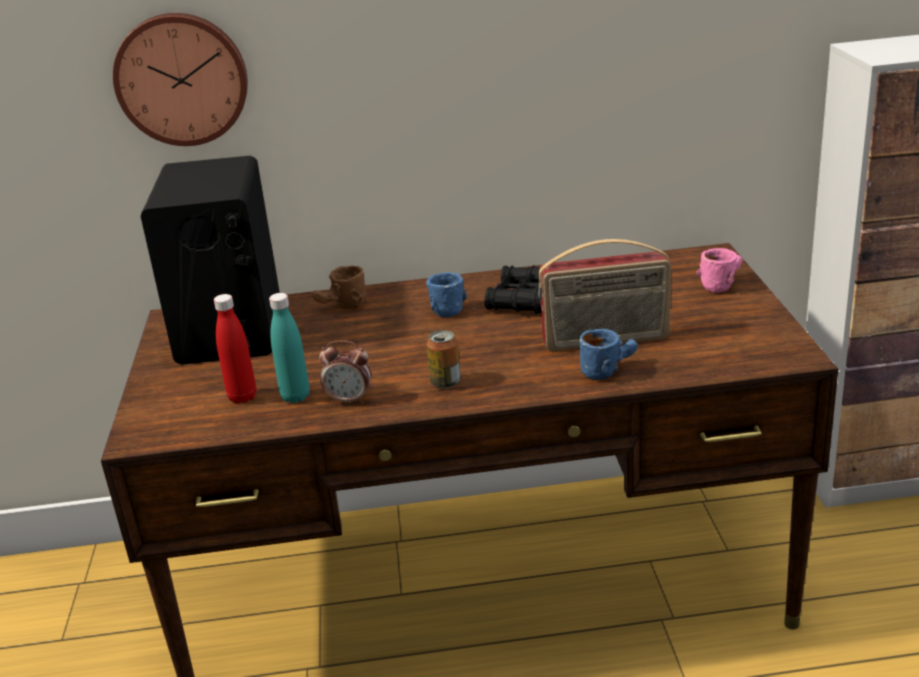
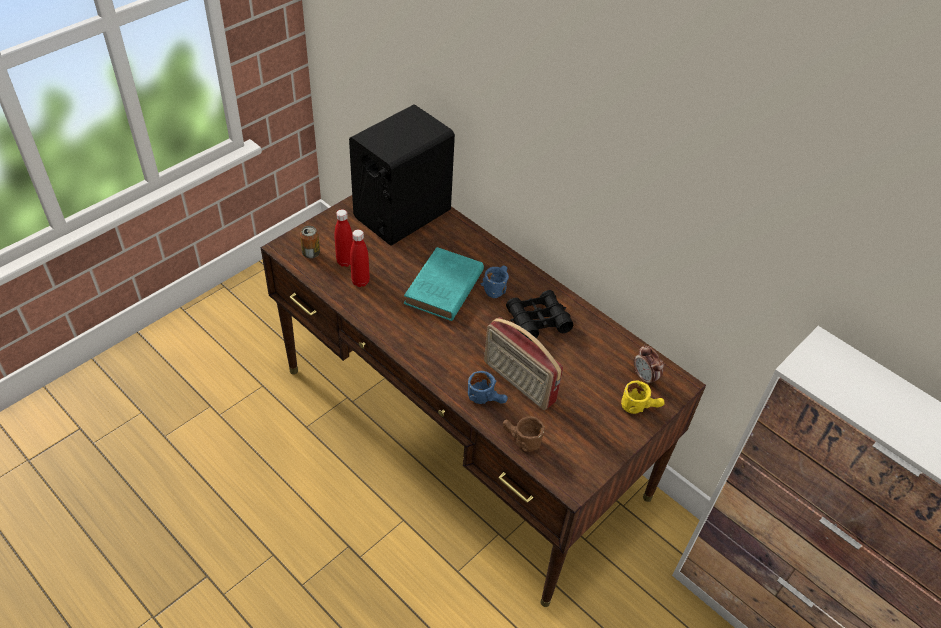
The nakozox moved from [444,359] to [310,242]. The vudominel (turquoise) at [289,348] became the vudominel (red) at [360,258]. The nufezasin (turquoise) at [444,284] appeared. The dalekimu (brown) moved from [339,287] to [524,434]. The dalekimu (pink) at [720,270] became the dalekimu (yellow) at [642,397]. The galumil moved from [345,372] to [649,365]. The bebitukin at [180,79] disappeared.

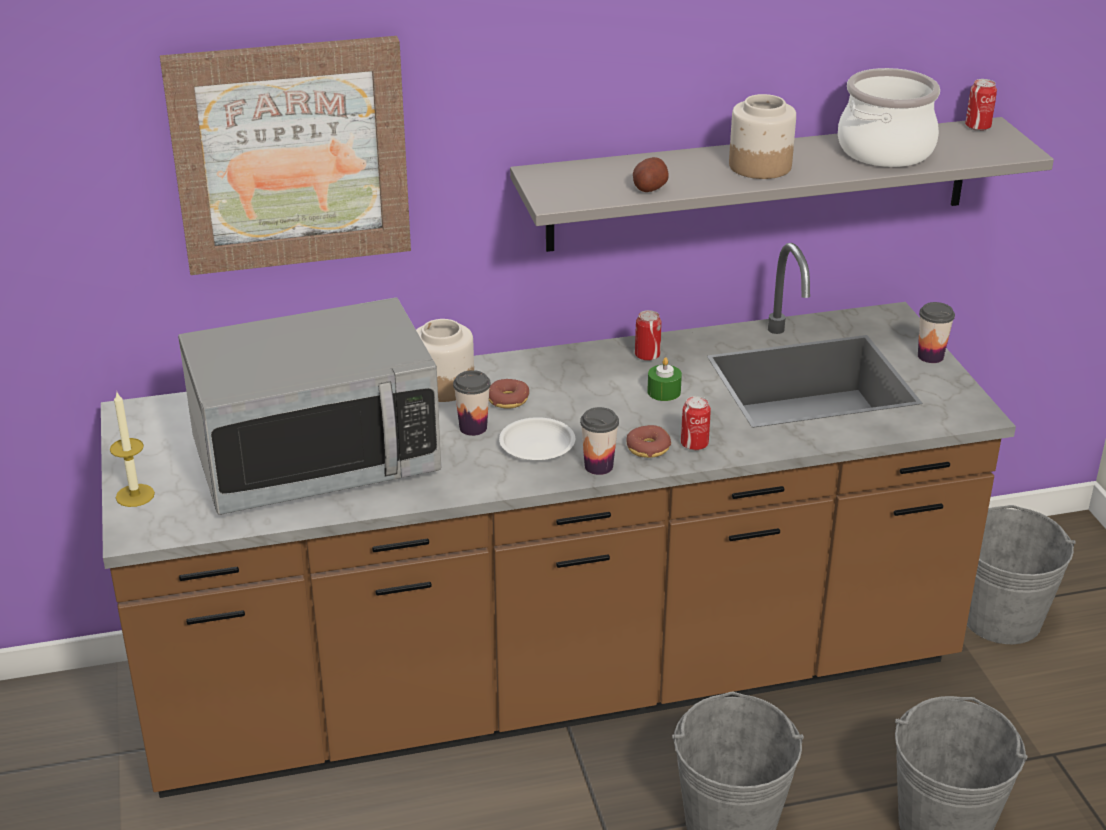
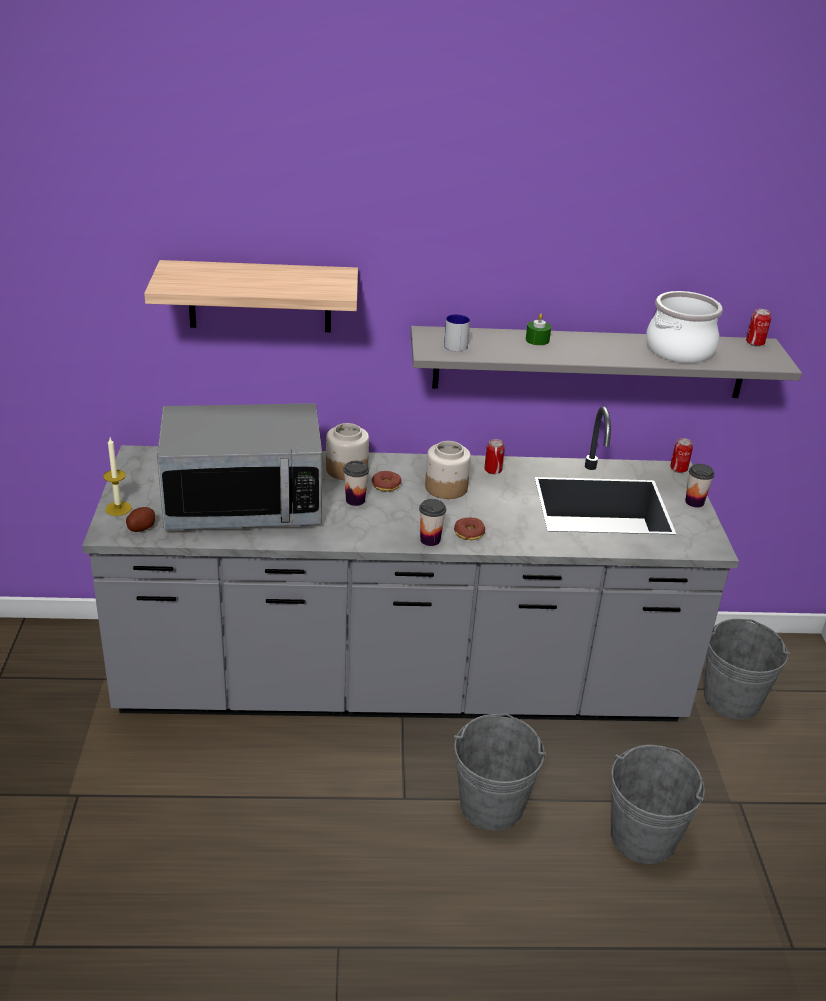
The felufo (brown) at [558,520] became the felufo (grey) at [410,564]. The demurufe moved from [651,174] to [140,519]. The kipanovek at [285,155] was replaced by the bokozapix at [251,296]. The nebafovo moved from [762,136] to [448,470]. The dalekimu at [457,332] appeared. The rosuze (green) moved from [664,379] to [538,329]. The nakozox moved from [696,423] to [681,455]. The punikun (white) at [537,438] disappeared.

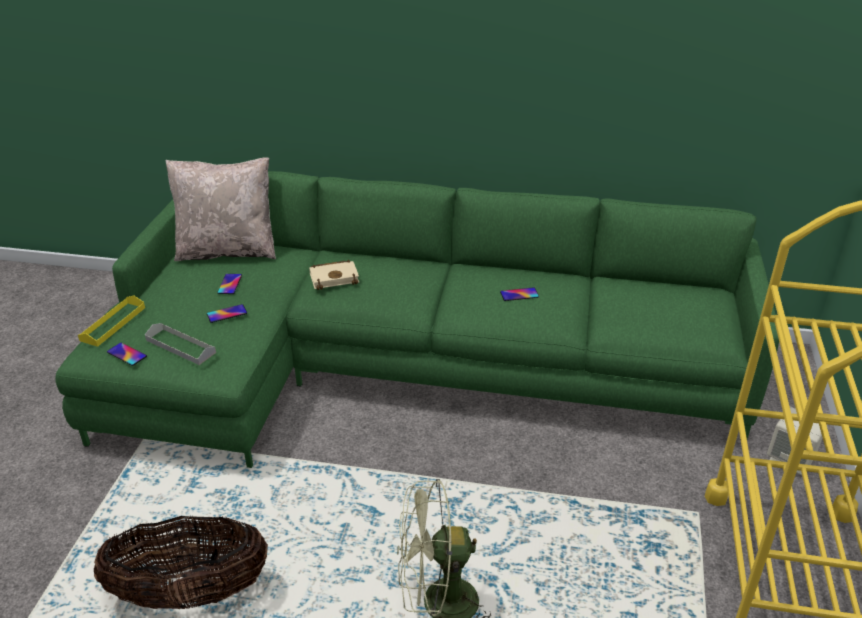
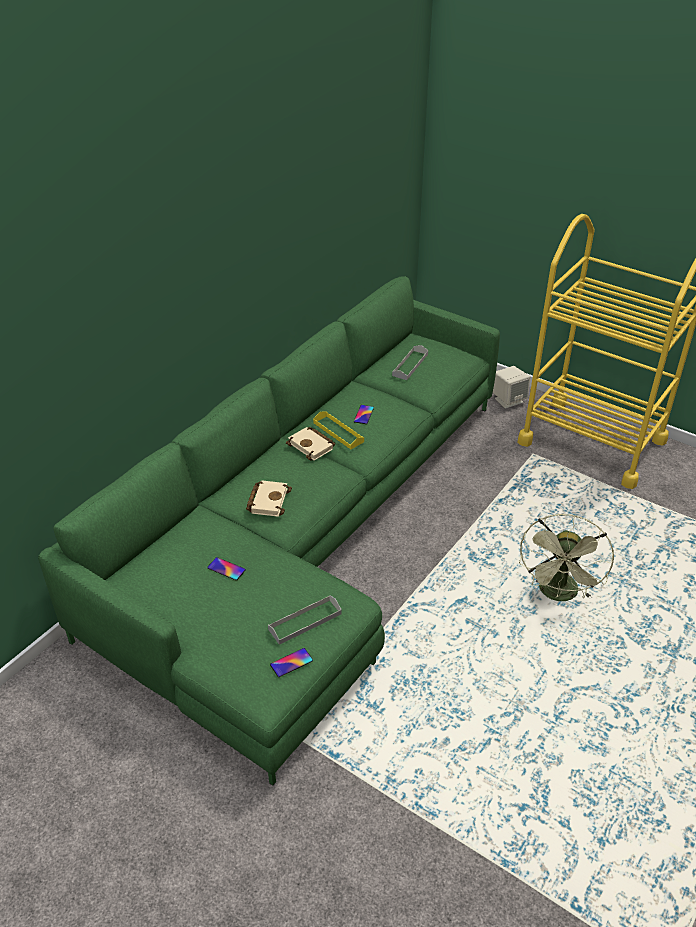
The nufezasin (beige) at [310,444] appeared. The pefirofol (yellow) moved from [111,321] to [338,430]. The pefirofol (grey) at [410,362] appeared. The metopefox at [181,562] disappeared. The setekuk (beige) at [220,209] disappeared. The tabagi at [227,313] disappeared.

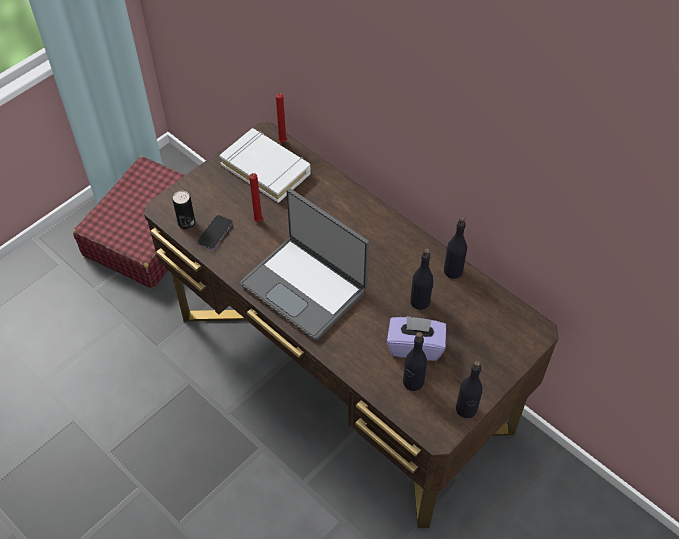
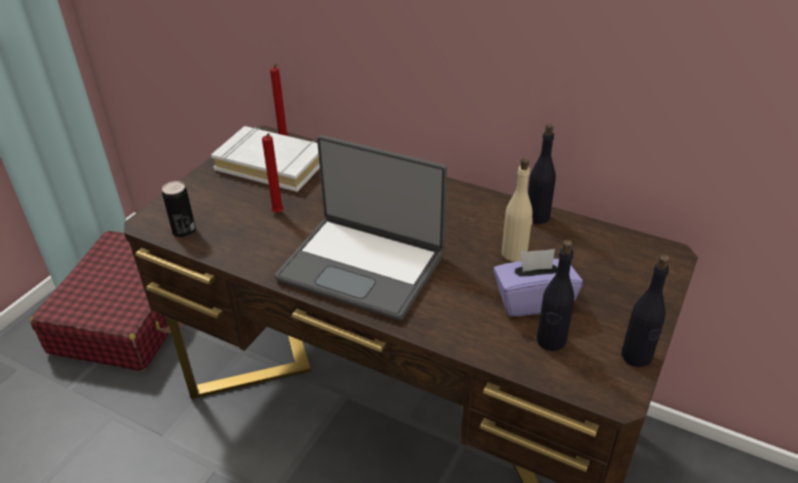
The vudominel (black) at [422,279] became the vudominel (beige) at [517,210]. The tabagi at [215,232] disappeared.

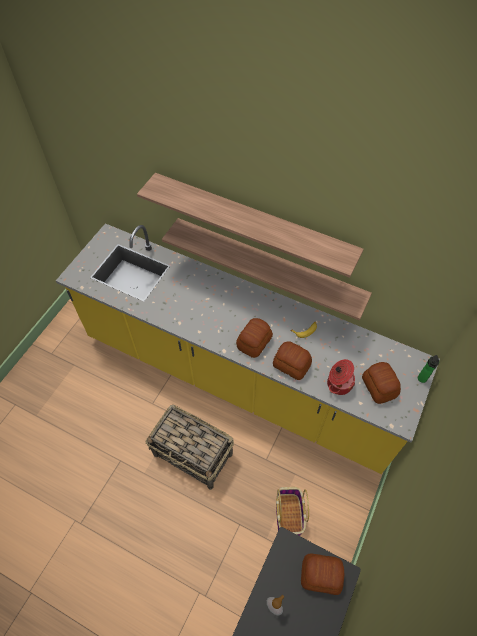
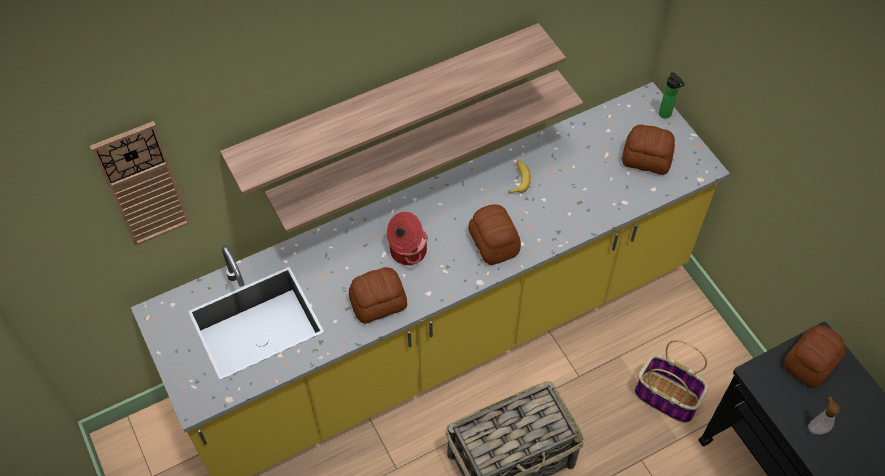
The bebitukin at [140,183] appeared. The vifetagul moved from [292,360] to [378,295]. The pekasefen moved from [341,377] to [407,238].

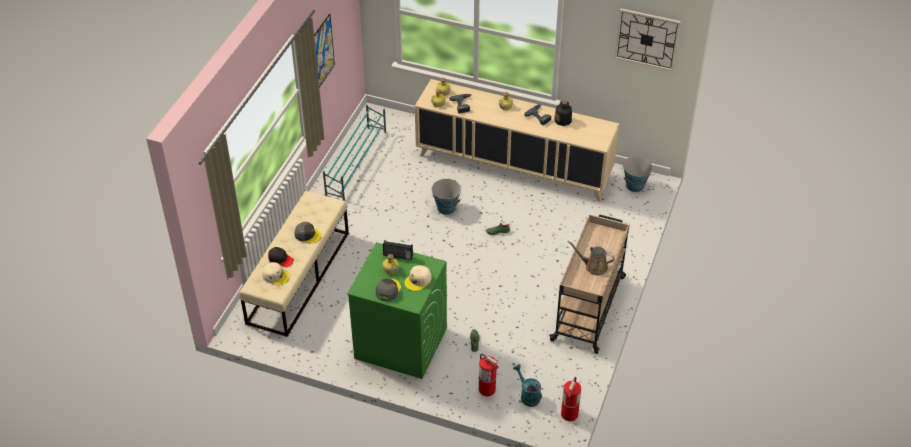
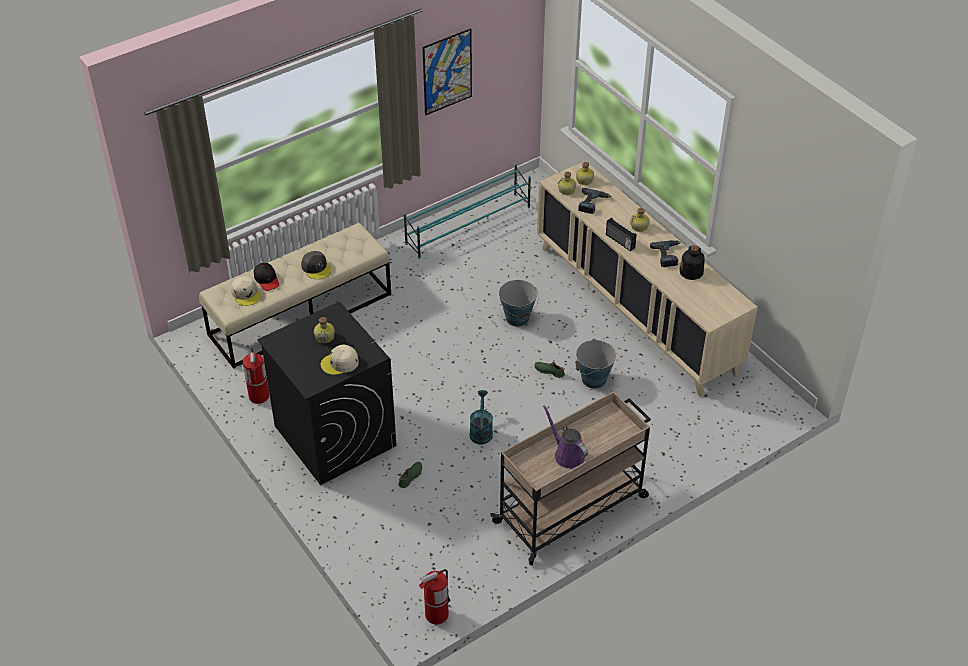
The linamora moved from [488,375] to [256,376]. The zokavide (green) at [397,310] became the zokavide (black) at [327,393]. The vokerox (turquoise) moved from [527,385] to [481,417]. The vokerox (brown) at [591,258] became the vokerox (purple) at [565,437]. The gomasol moved from [637,174] to [595,364]. The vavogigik moved from [398,250] to [621,235]. The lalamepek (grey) at [388,290] disappeared. The bebitukin at [647,40] disappeared.

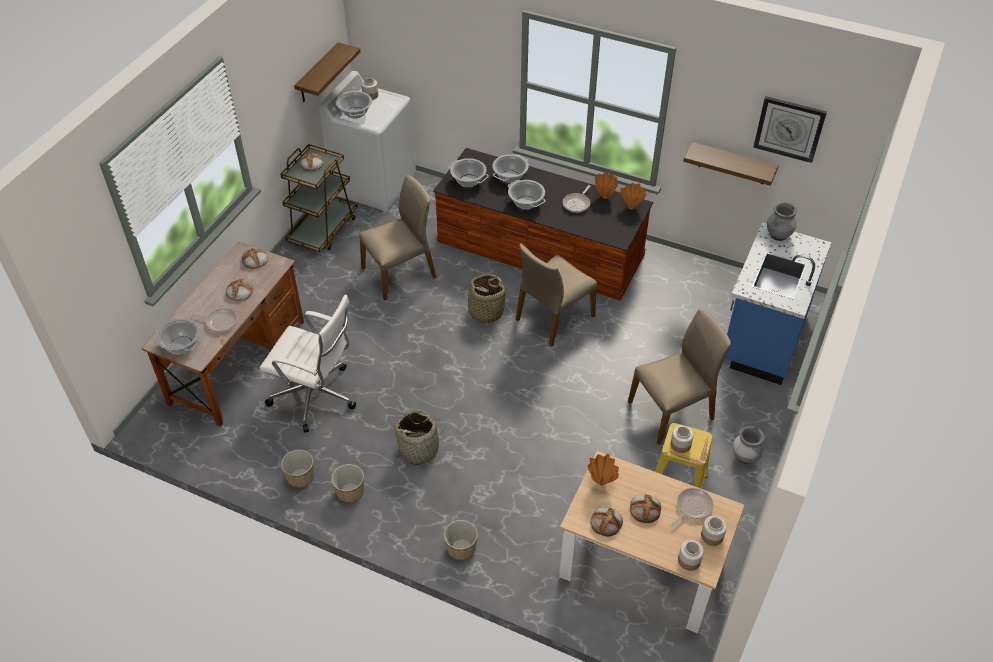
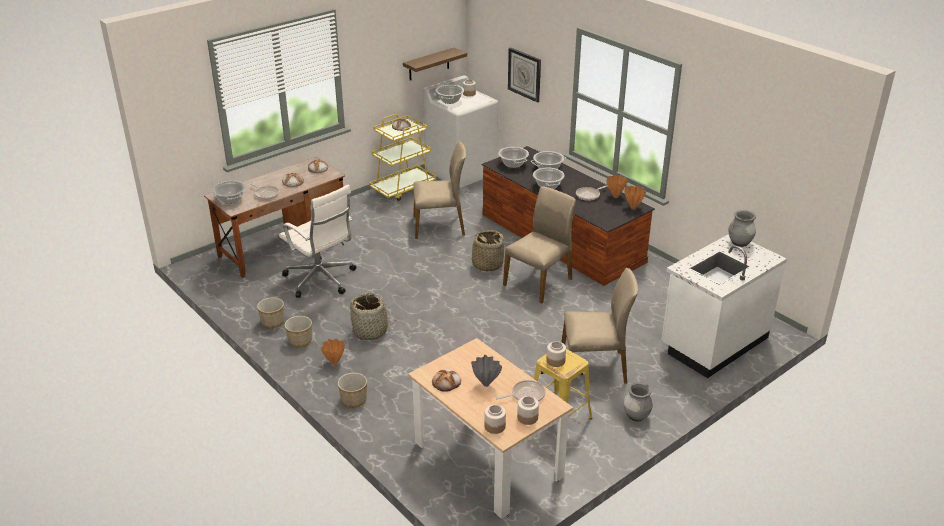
The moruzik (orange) moved from [603,470] to [333,352]. The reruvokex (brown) at [318,198] became the reruvokex (yellow) at [402,157]. The vifetagul at [645,508] was replaced by the moruzik (grey) at [486,371]. The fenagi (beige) at [556,295] turned 150 degrees clockwise. The bebitukin moved from [790,129] to [524,75]. The felufo (blue) at [778,304] became the felufo (white) at [724,306]. The bokozapix at [731,164] disappeared.

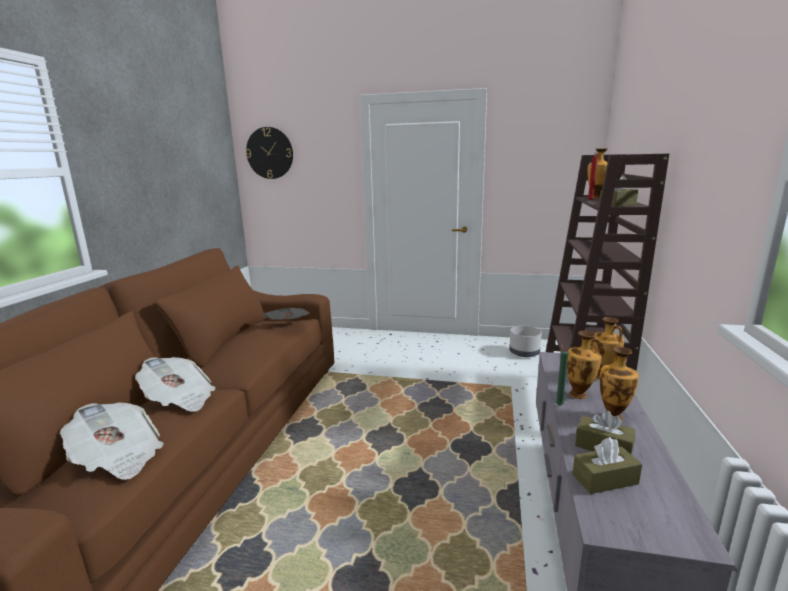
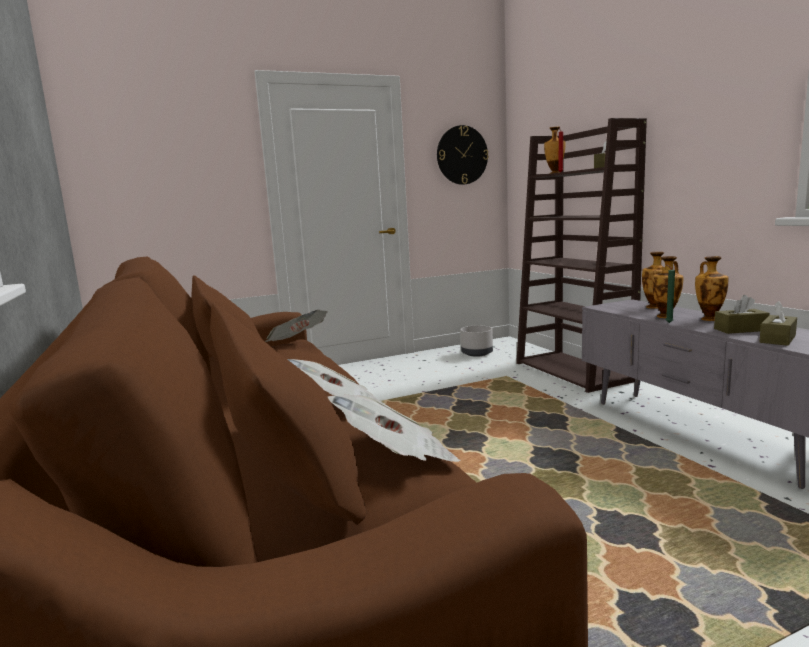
The bebitukin moved from [269,153] to [463,155].

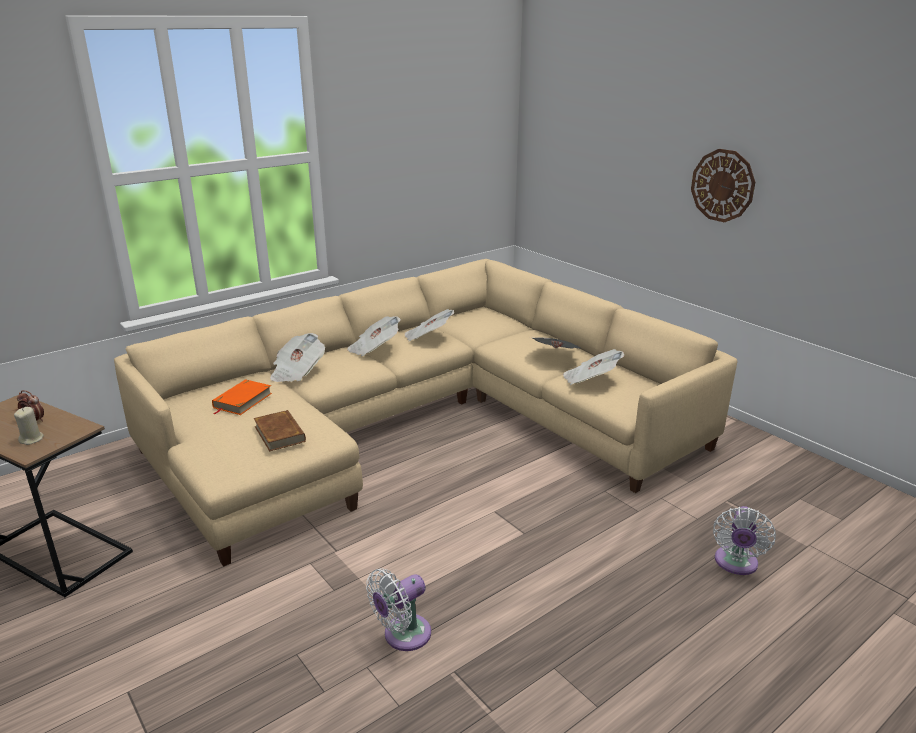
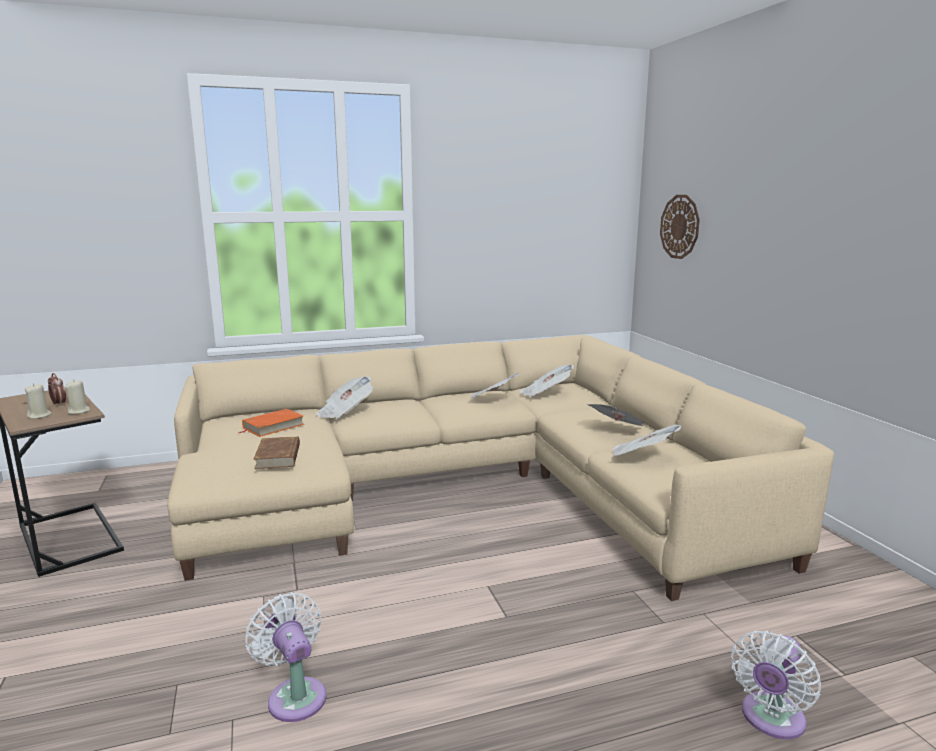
The rosuze (beige) at [78,397] appeared. The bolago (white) at [398,609] turned 75 degrees clockwise. The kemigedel moved from [374,336] to [547,381]. The bebitukin moved from [723,185] to [680,227].

